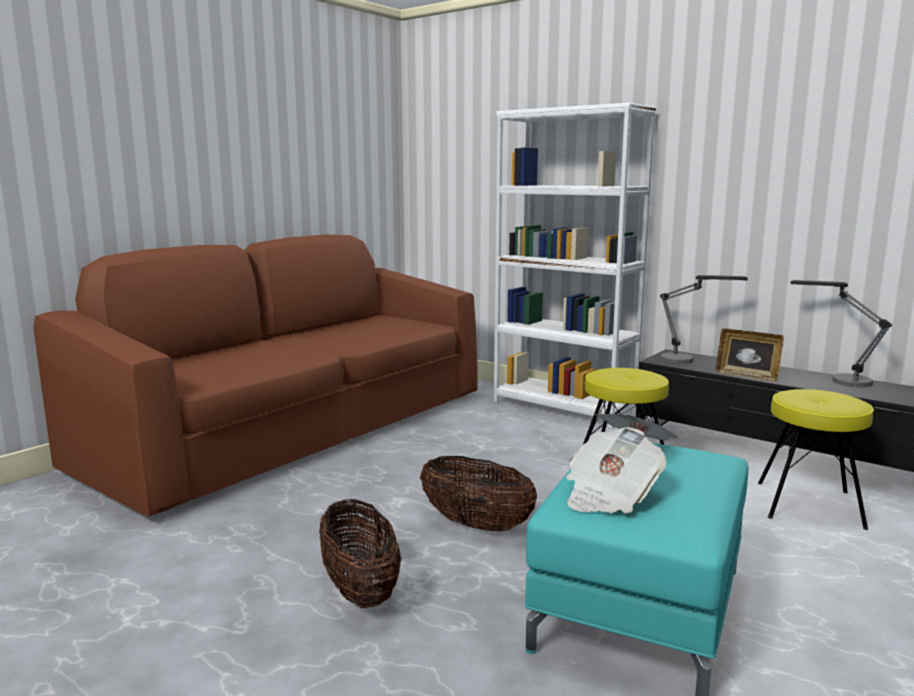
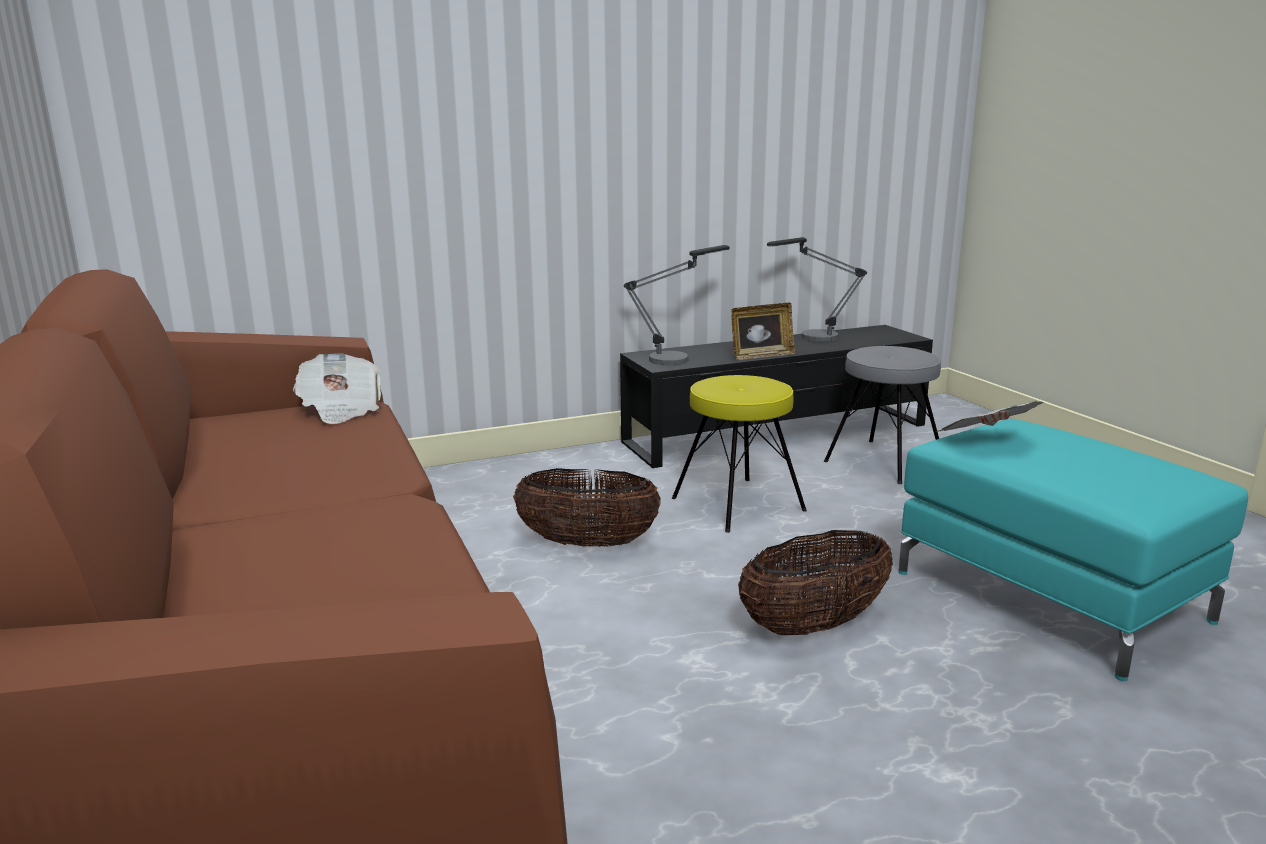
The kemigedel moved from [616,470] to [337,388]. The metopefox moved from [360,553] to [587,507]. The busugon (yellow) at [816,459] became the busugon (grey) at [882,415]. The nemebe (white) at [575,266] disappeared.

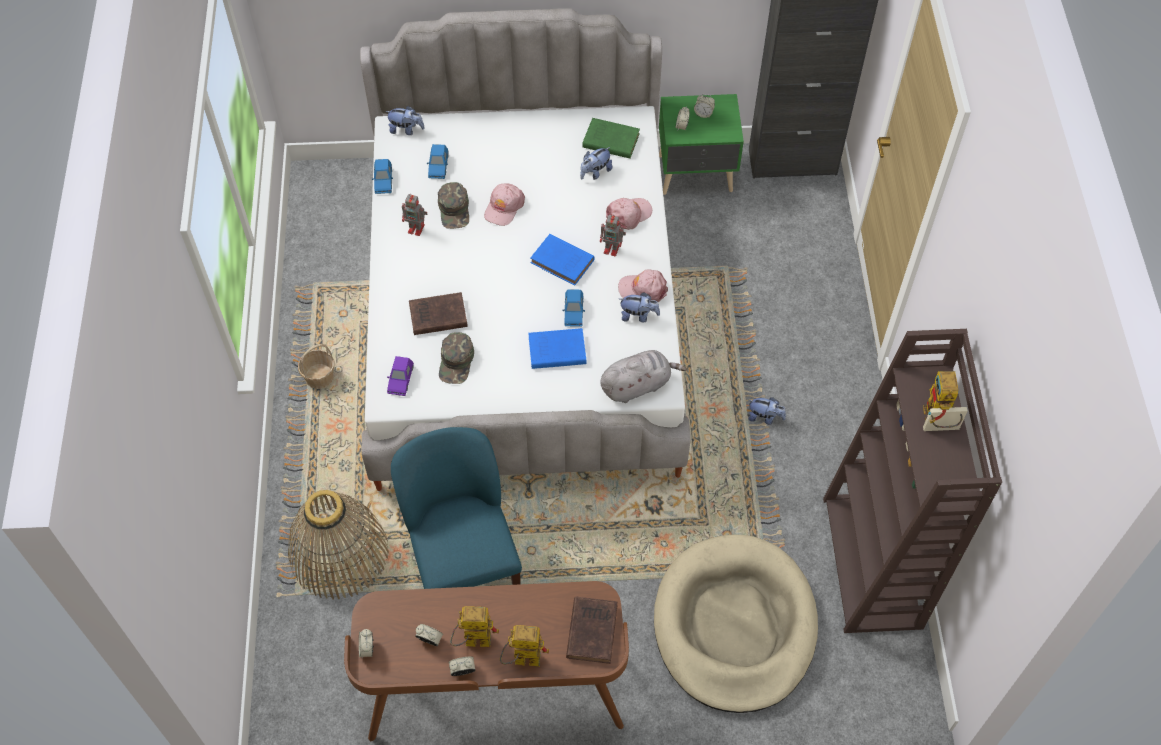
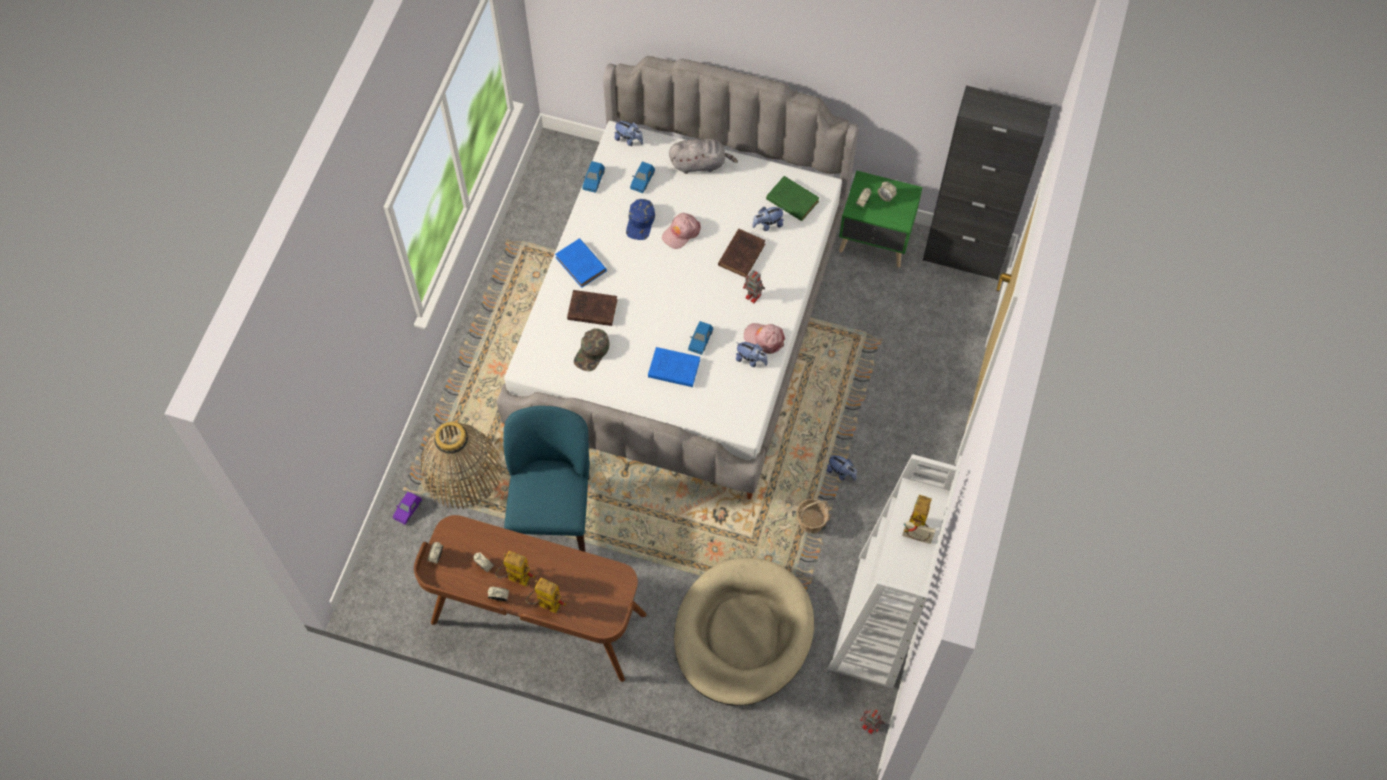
The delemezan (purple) moved from [400,376] to [407,508]. The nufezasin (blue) moved from [563,260] to [581,263]. The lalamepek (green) at [453,205] became the lalamepek (blue) at [640,219]. The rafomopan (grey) moved from [643,376] to [703,156]. The nufezasin (brown) moved from [592,630] to [742,253]. The metopefox moved from [316,366] to [812,516]. The nemebe (brown) at [912,481] became the nemebe (white) at [894,571]. The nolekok moved from [414,215] to [872,720]. The lalamepek (pink) at [629,214] disappeared.

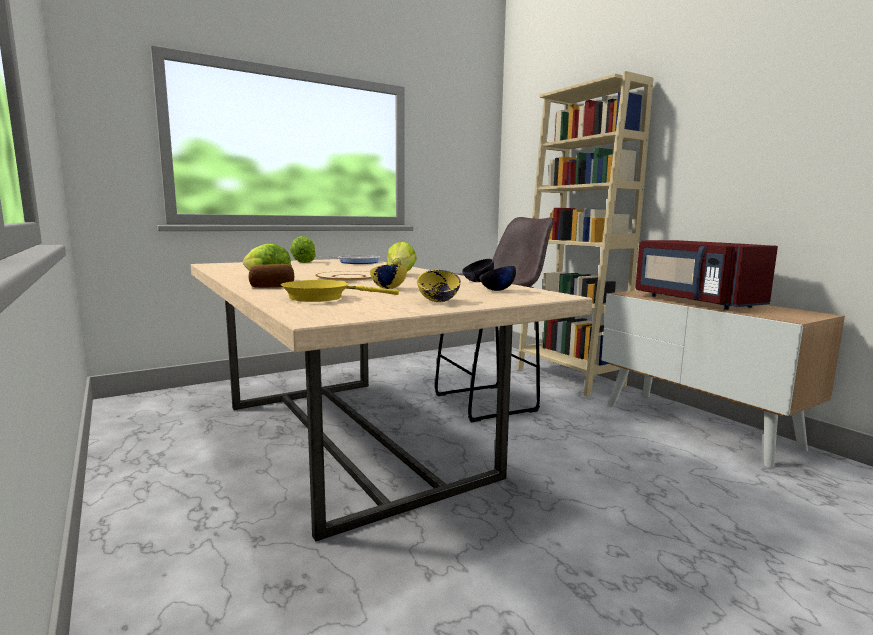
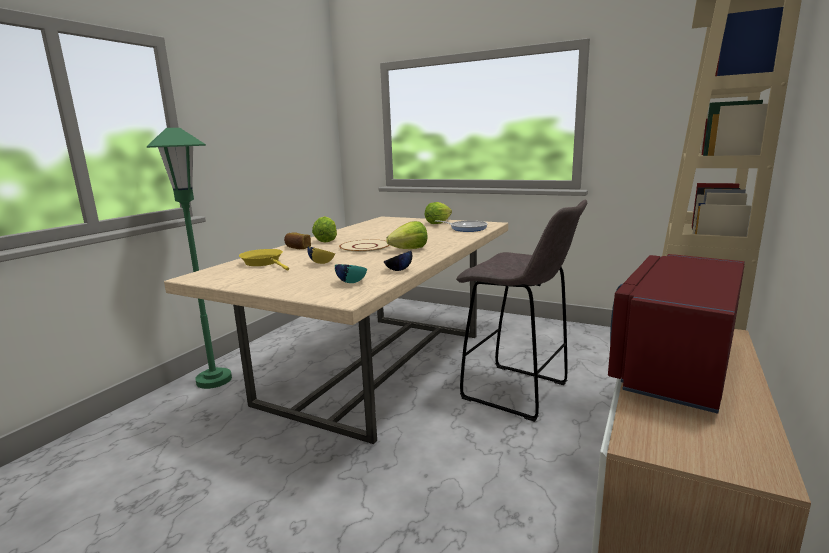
The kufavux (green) at [189,258] appeared. The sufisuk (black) at [497,278] became the sufisuk (turquoise) at [351,273]. The sufisuk (yellow) at [439,286] disappeared.

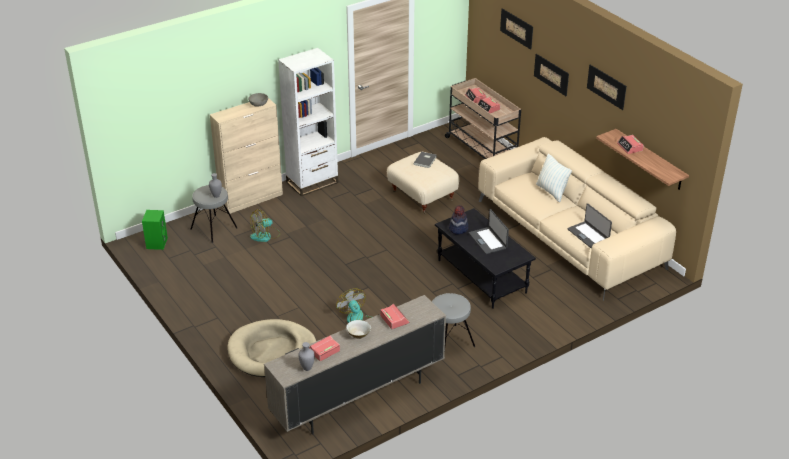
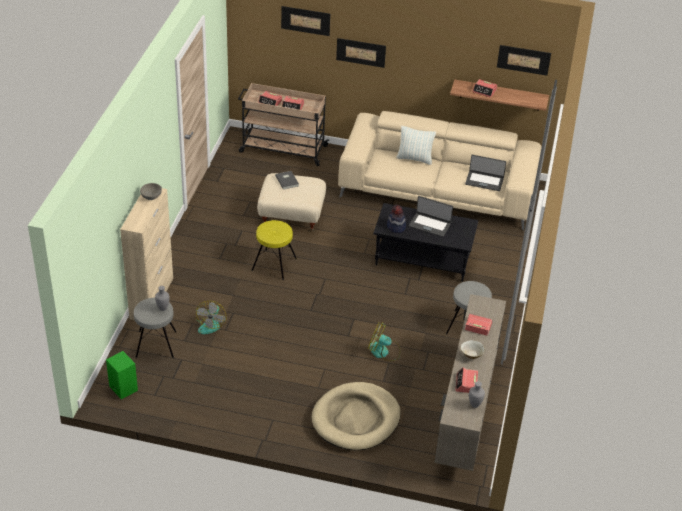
The busugon (yellow) at [274,250] appeared. The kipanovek moved from [607,87] to [524,60]. The nemebe (white) at [308,122] disappeared.

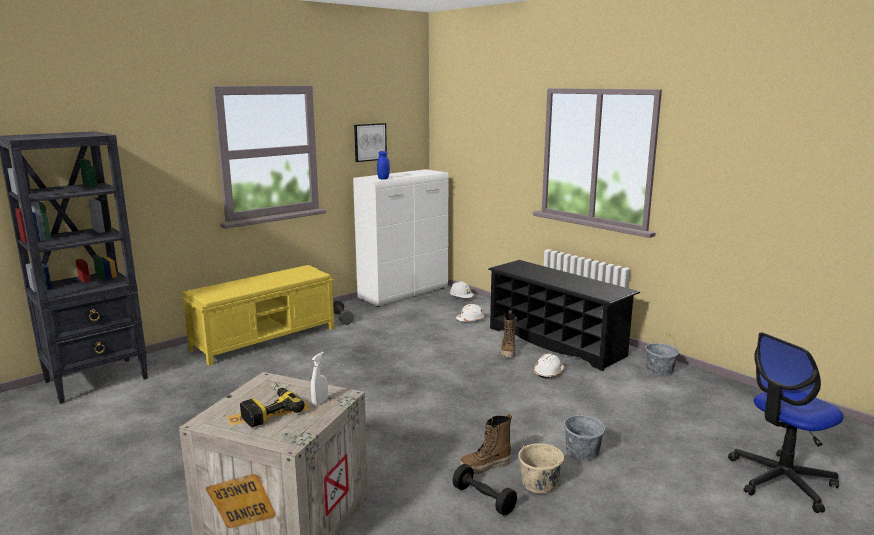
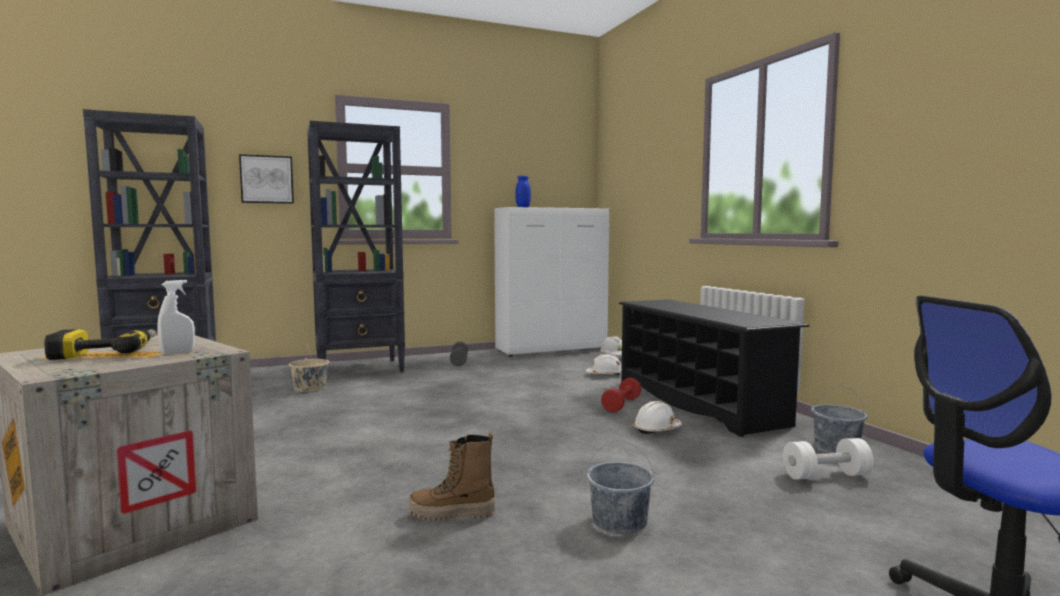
The kipanovek moved from [370,142] to [266,179]. The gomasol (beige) moved from [541,464] to [309,367]. The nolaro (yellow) at [257,315] was replaced by the nemebe (black) at [356,246]. The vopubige at [509,334] was replaced by the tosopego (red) at [621,395]. The tosopego (white) at [828,459] appeared. The tosopego (black) at [485,490] disappeared.

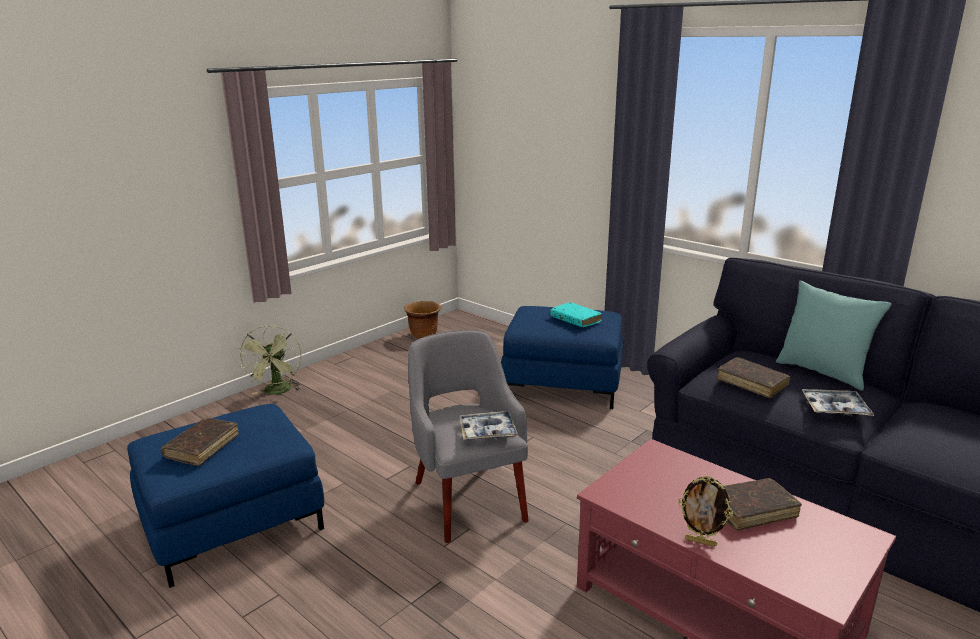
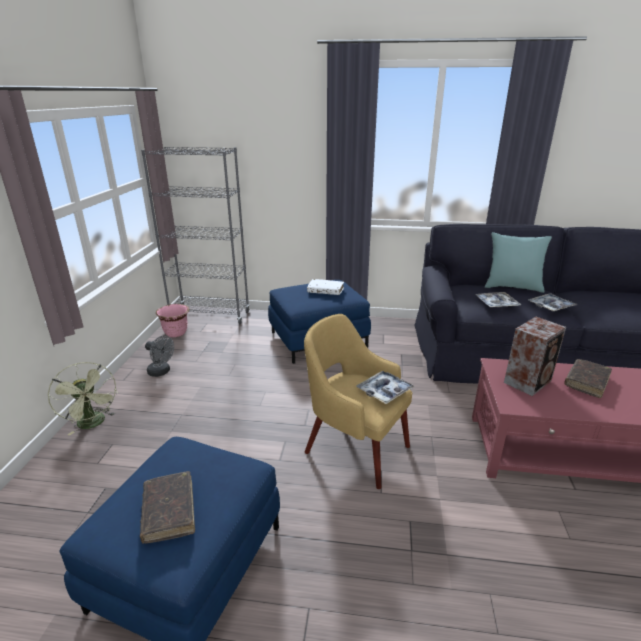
The nemebe (grey) at [195,236] appeared. The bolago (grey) at [159,356] appeared. The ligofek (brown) at [422,320] became the ligofek (pink) at [172,320]. The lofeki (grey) at [468,436] became the lofeki (yellow) at [358,401]. The nufezasin (turquoise) at [576,314] became the nufezasin (white) at [325,287]. The nufezasin (brown) at [753,377] was replaced by the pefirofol at [497,299]. The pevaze at [535,356] appeared. The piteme at [705,511] disappeared.

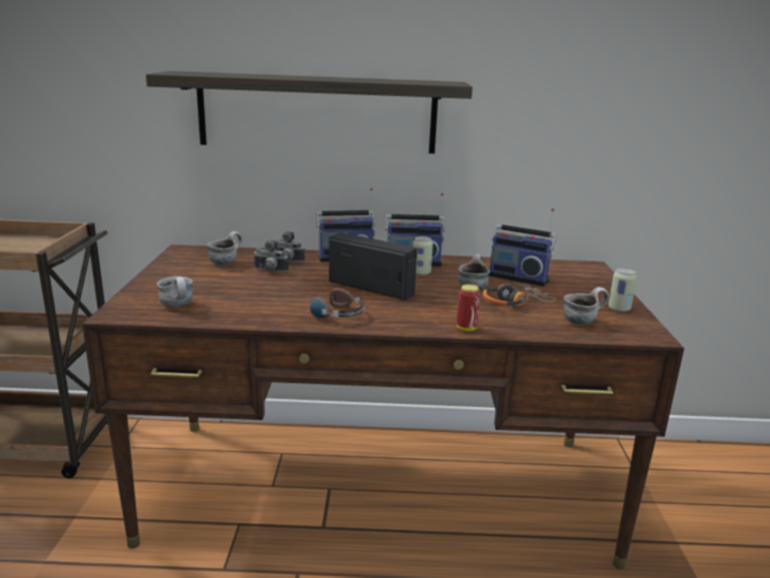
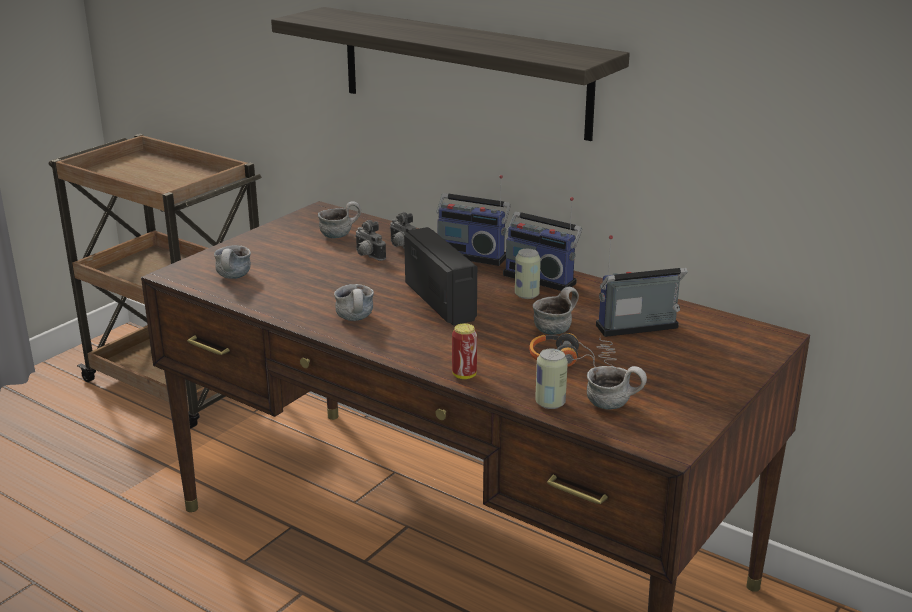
The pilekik at [337,303] was replaced by the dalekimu at [354,302]. The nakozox moved from [622,290] to [551,379]. The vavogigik at [522,247] turned 105 degrees clockwise.

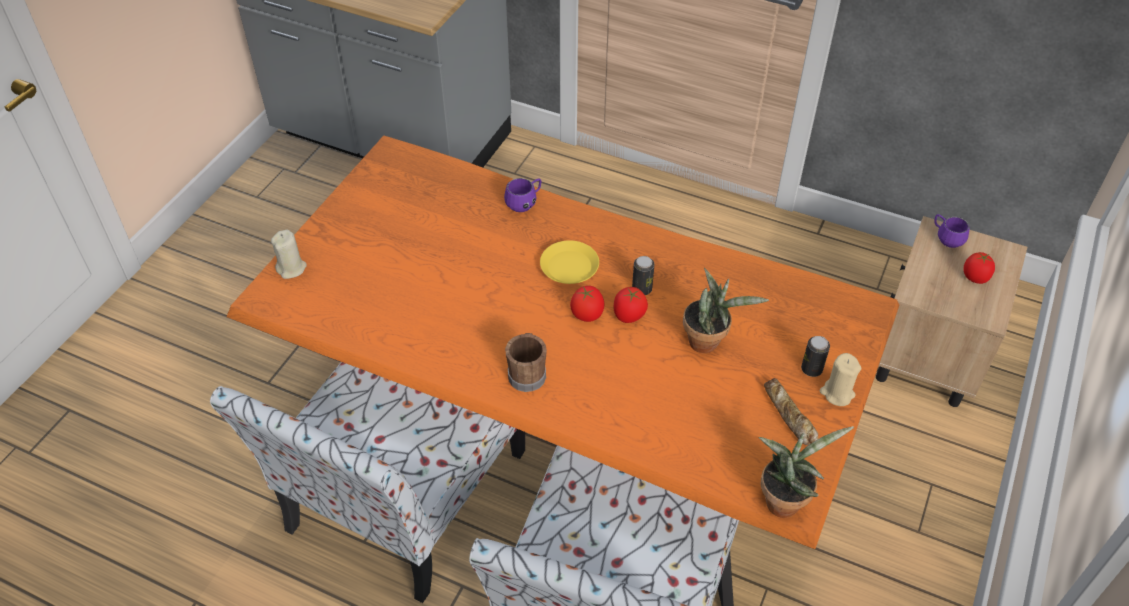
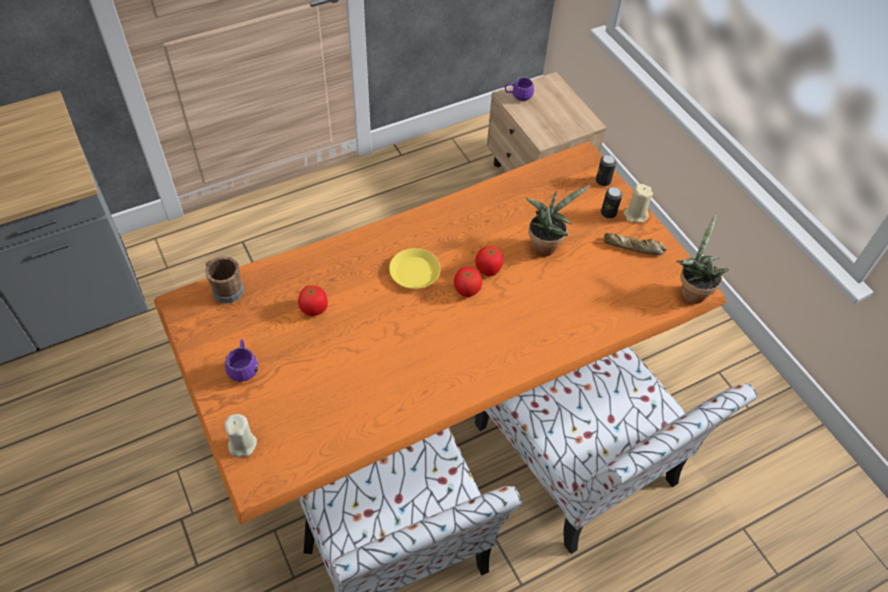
The dalekimu (brown) moved from [526,362] to [224,279]. The dalekimu (purple) moved from [522,195] to [241,360]. The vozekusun moved from [979,268] to [313,300]. The nakozox moved from [643,275] to [606,170].

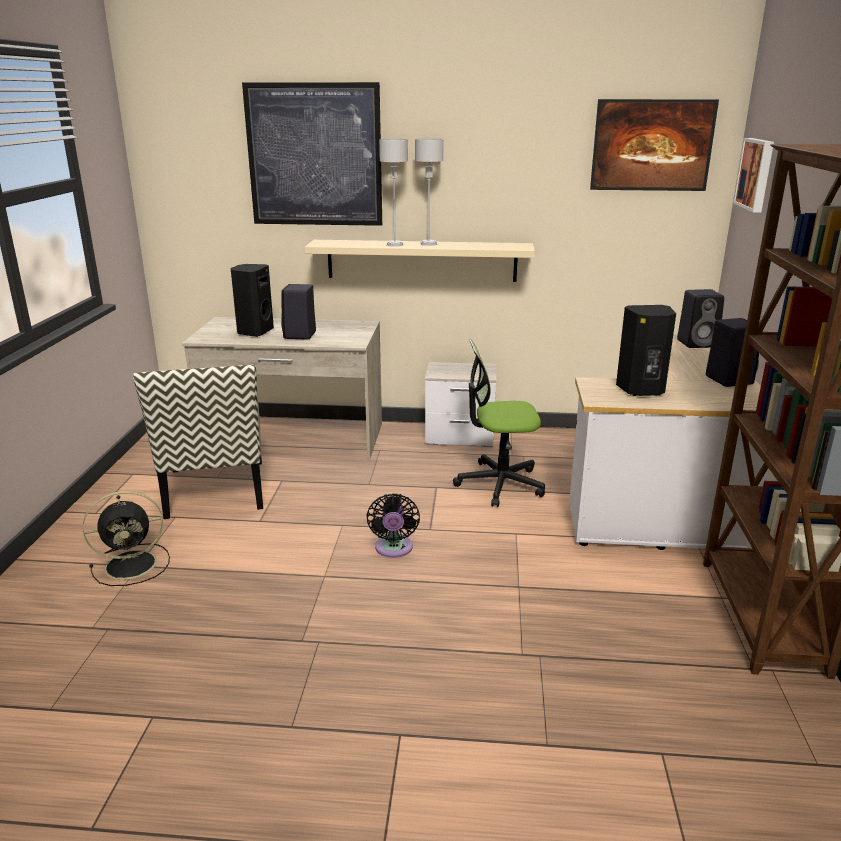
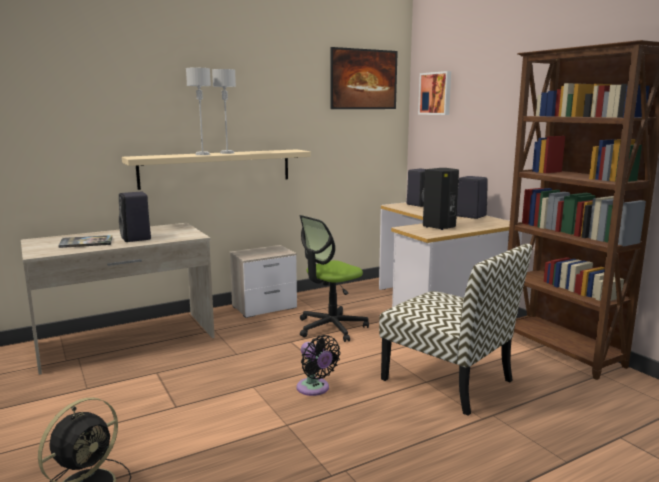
The pevaze (black) at [252,300] was replaced by the nufezasin at [85,241]. The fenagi moved from [198,442] to [455,329]. The kipanovek at [312,154] disappeared.

